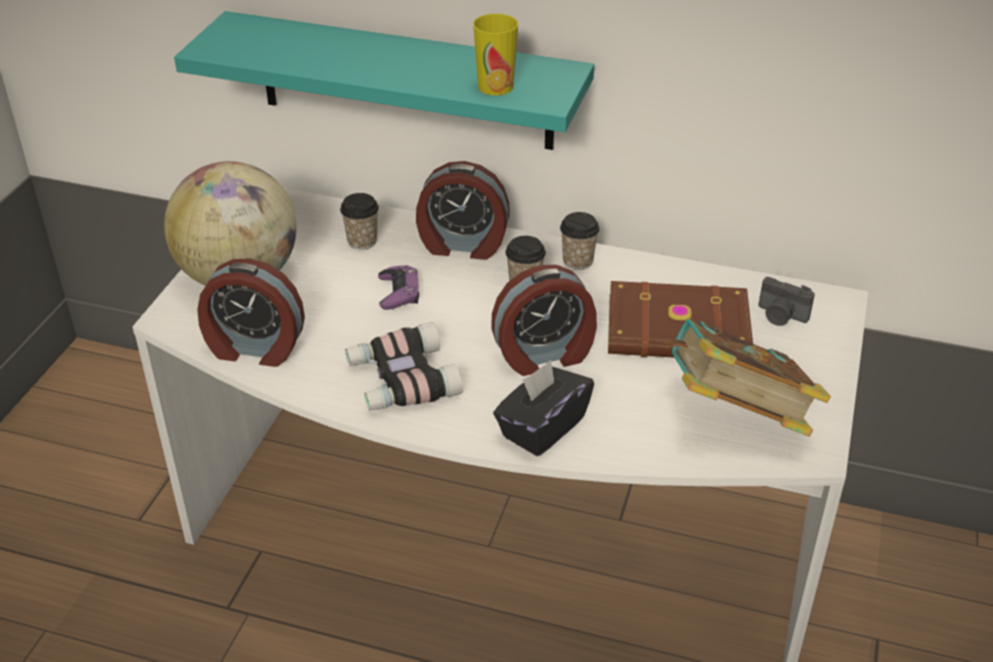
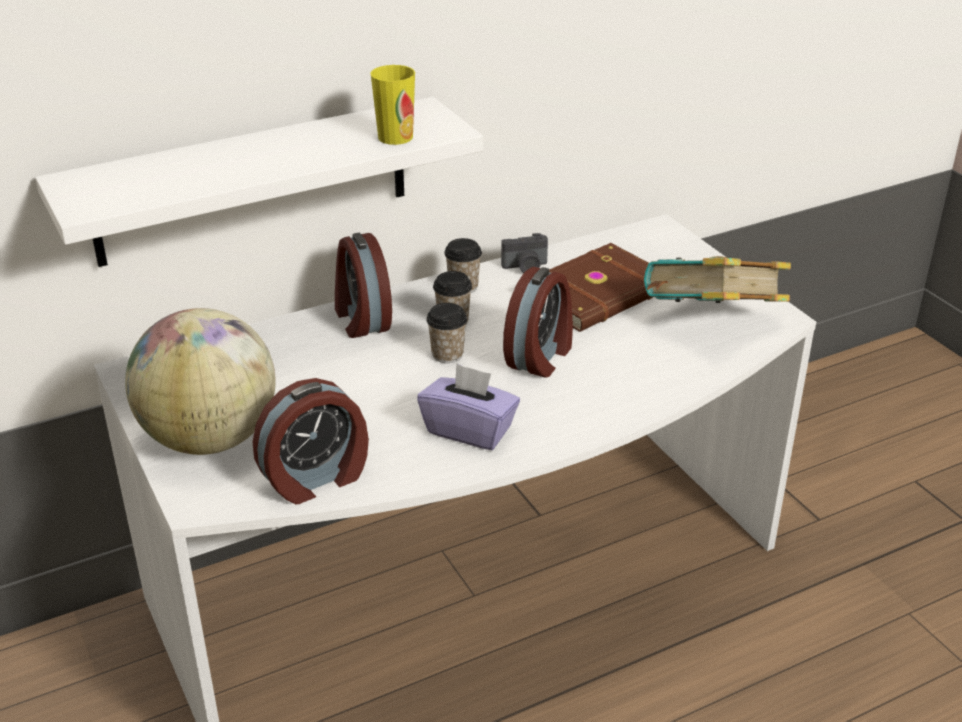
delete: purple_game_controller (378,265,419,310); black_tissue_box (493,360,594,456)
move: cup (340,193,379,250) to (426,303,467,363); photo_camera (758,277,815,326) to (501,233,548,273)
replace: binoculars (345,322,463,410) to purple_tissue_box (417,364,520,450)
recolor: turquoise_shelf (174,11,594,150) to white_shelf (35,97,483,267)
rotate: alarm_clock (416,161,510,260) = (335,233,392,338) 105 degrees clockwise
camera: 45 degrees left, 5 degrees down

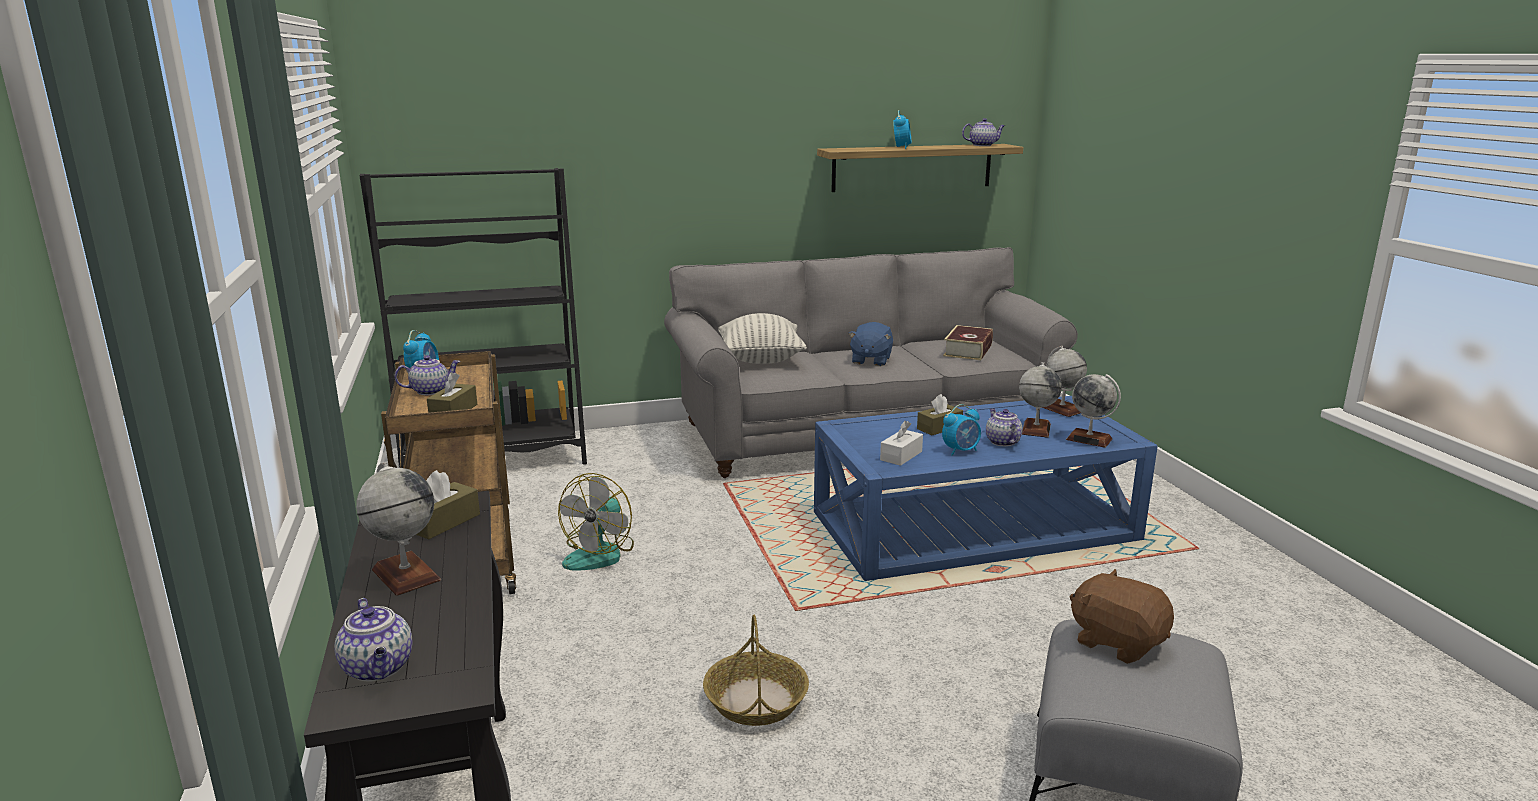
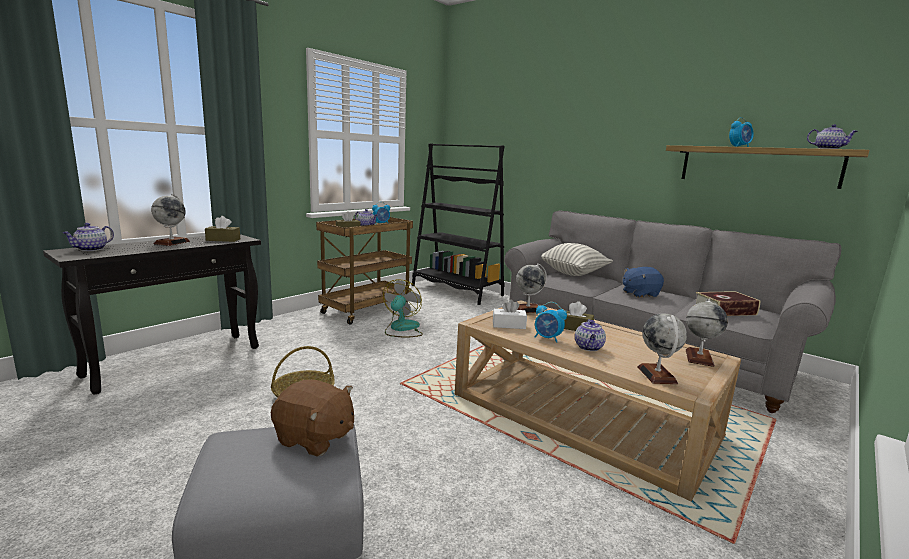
move: globe (1019,362,1062,438) to (516,263,547,313)
recolor: blue_coffee_table (814,396,1158,581) to beige_coffee_table (455,300,741,501)
rotate: teapot (986,408,1023,446) = (575,319,606,351) 150 degrees clockwise; fan (558,473,634,571) = (383,279,423,338) 120 degrees clockwise; brown_plush_toy (1070,569,1174,664) = (271,379,354,457) 105 degrees clockwise
camera: 55 degrees right, 5 degrees down

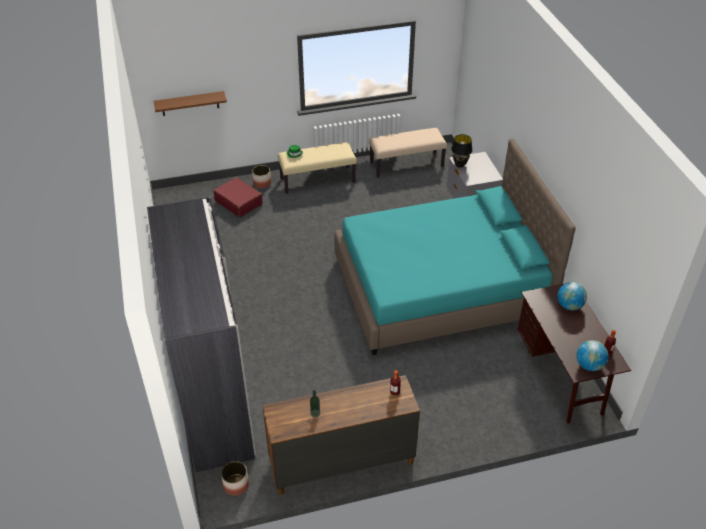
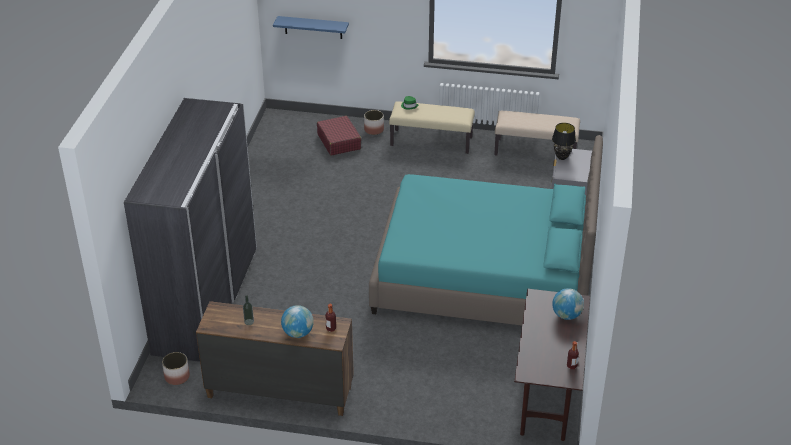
move: globe (577,340,608,371) to (281,305,314,338)
recolor: brown_shelf (153,91,227,116) to blue_shelf (273,16,349,39)
camera: 25 degrees right, 5 degrees down

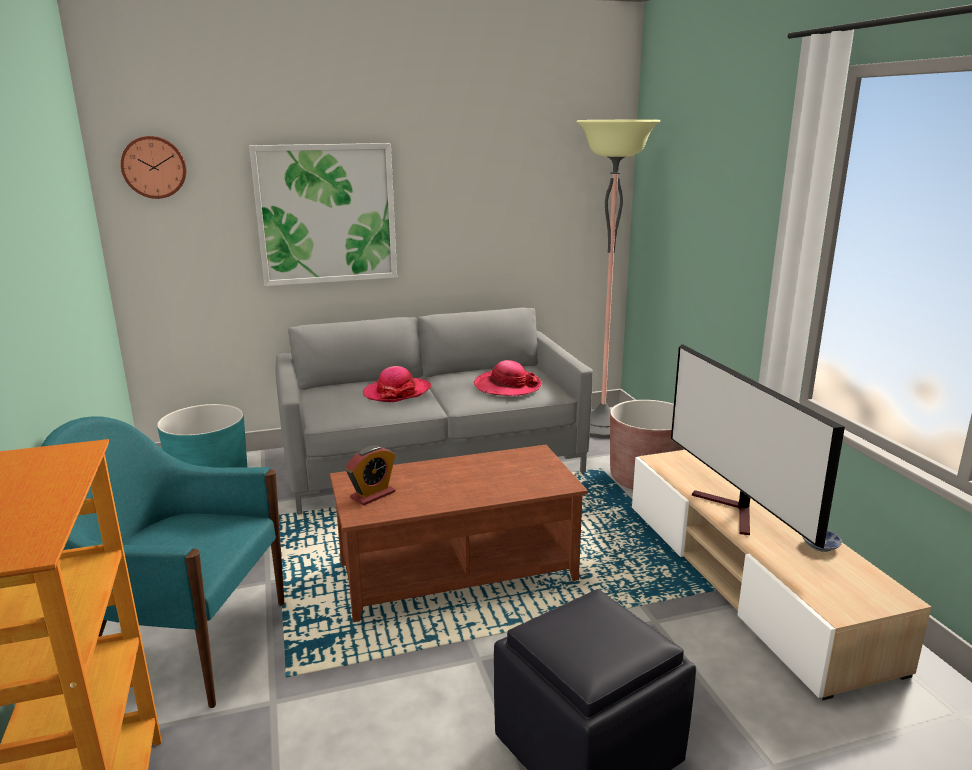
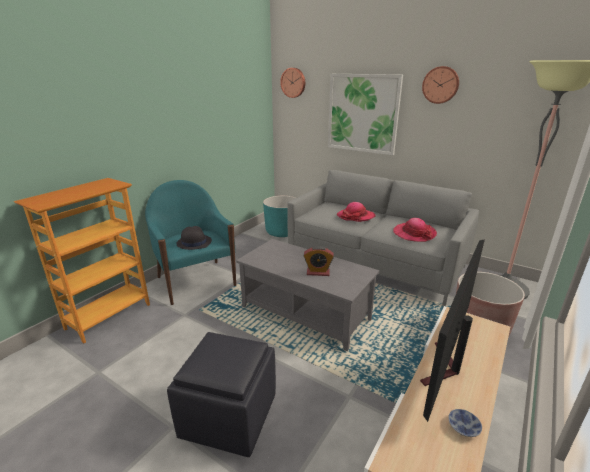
insert: wall_clock (422,66,459,104); black_hat (176,226,212,250)
move: alarm_clock (345,445,396,506) to (304,246,334,276)
recolor: brown_coffee_table (330,445,588,622) to grey_coffee_table (236,239,380,351)
camera: 50 degrees right, 5 degrees up

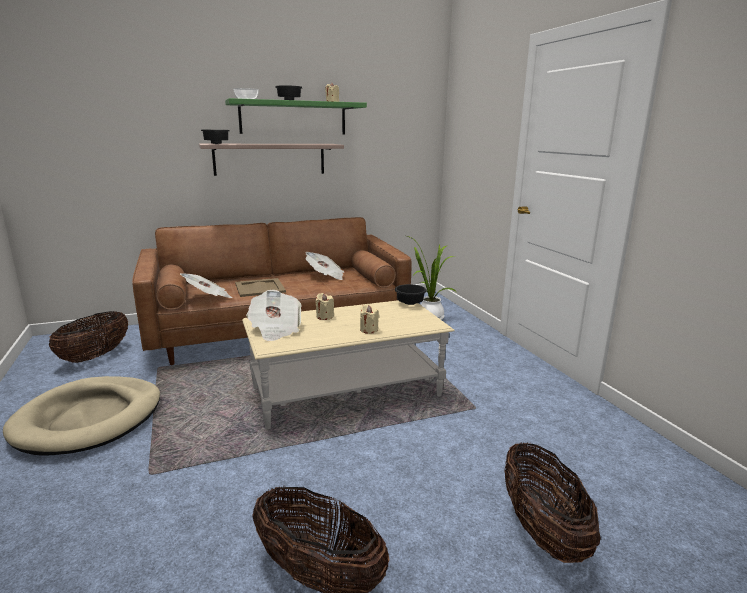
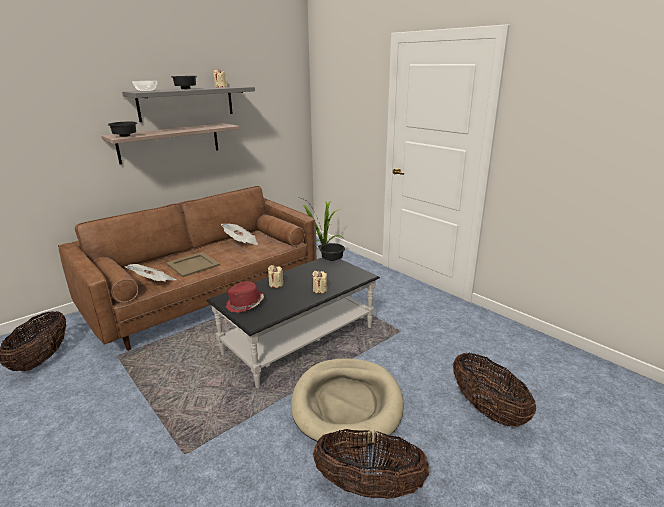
move: beige_dog_bed (3,376,160,456) to (291,358,404,449)
replace: newspaper (246,290,302,341) to red_hat (225,281,264,313)
recolor: green_shelf (225,98,367,135) to grey_shelf (122,86,255,122); beige_coffee_table (242,300,455,430) to black_coffee_table (206,258,380,388)
camera: 20 degrees left, 5 degrees up

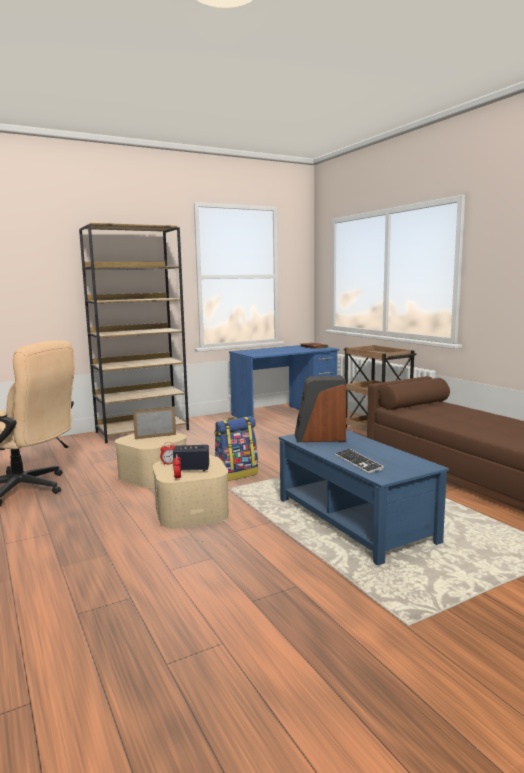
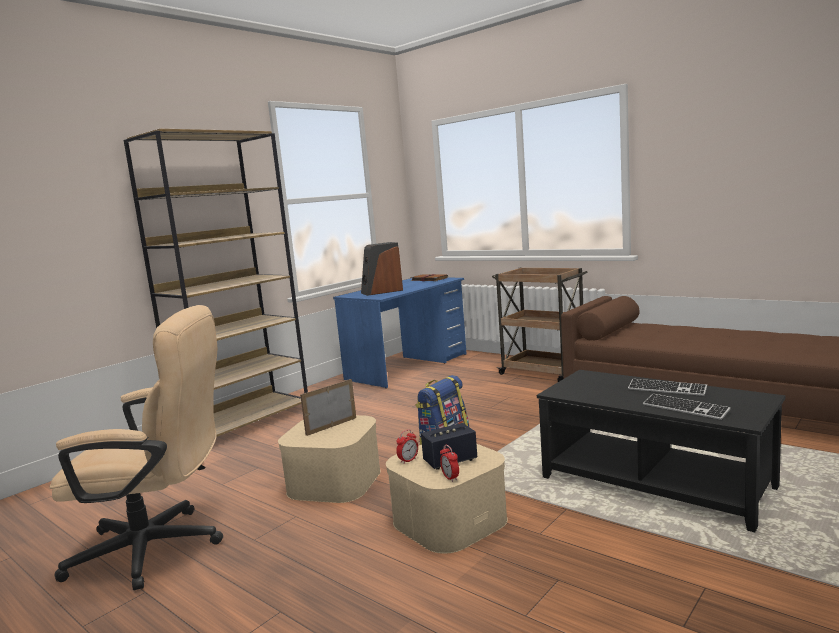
insert: keyboard (628,379,707,396)
move: speaker (295,376,346,442) to (361,242,403,296)
recolor: blue_coffee_table (279,430,449,566) to black_coffee_table (537,370,785,532)
camera: 20 degrees left, 0 degrees up

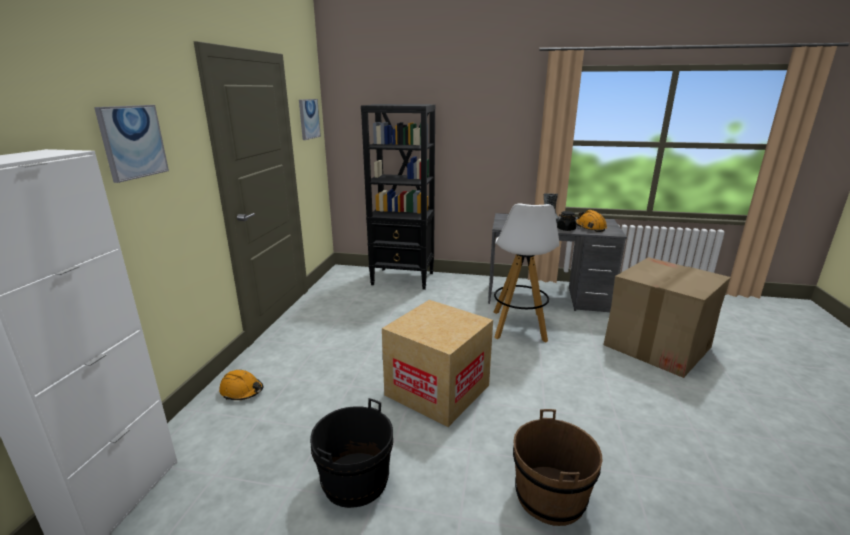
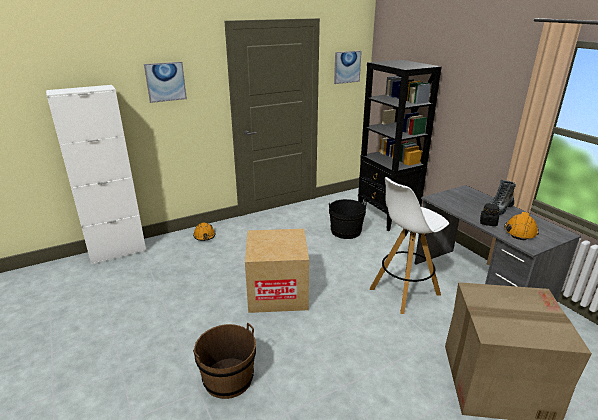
move: black_bucket (310,398,393,508) to (329,199,367,239)
camera: 50 degrees right, 5 degrees up

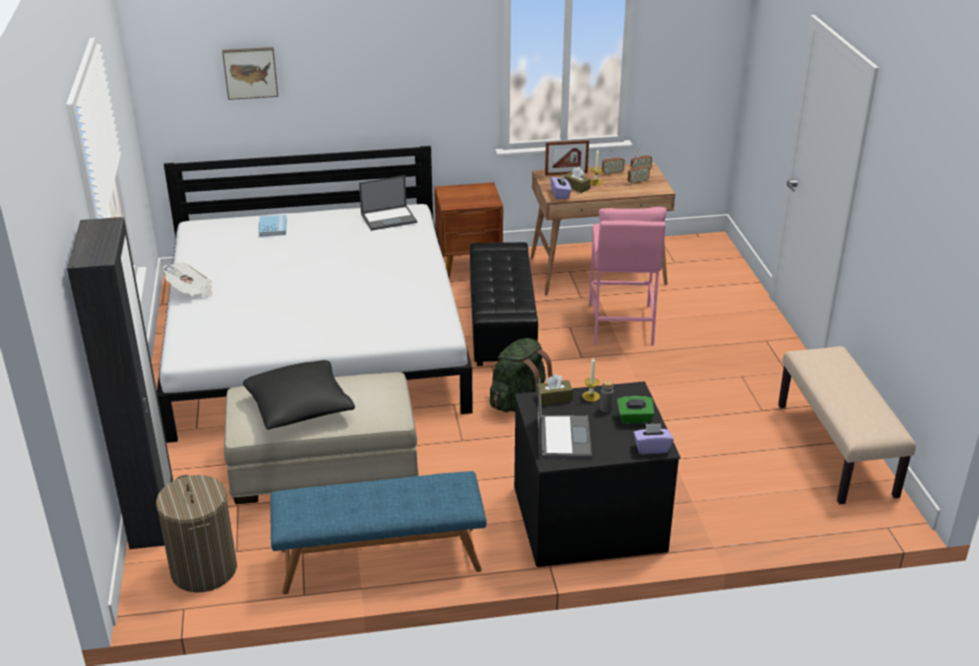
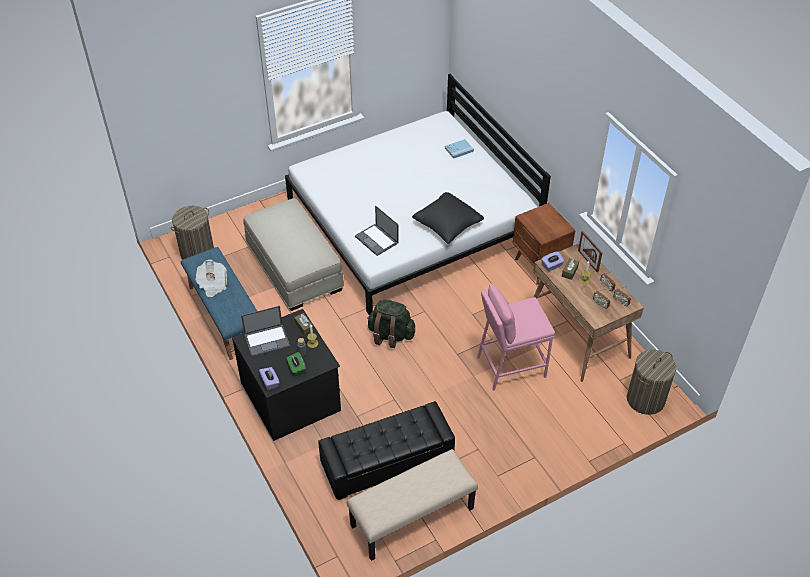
delete: picture (222,47,278,100); black_wardrobe (67,217,173,549)
insert: laundry_basket (627,350,676,415)
move: laptop (359,175,417,231) to (355,205,399,256); black_ottoman (470,242,538,366) to (318,401,455,500); newspaper (163,263,213,297) to (195,260,227,297); black_pillow (243,360,355,430) to (412,192,484,244)
camera: 70 degrees right, 15 degrees up

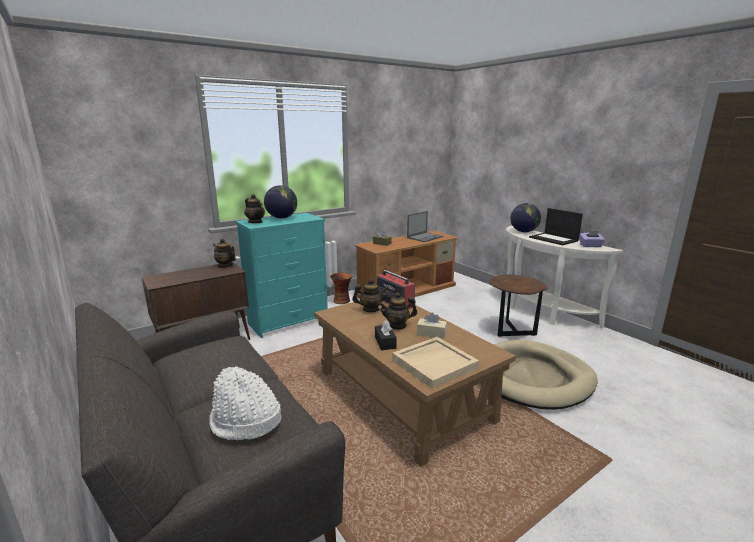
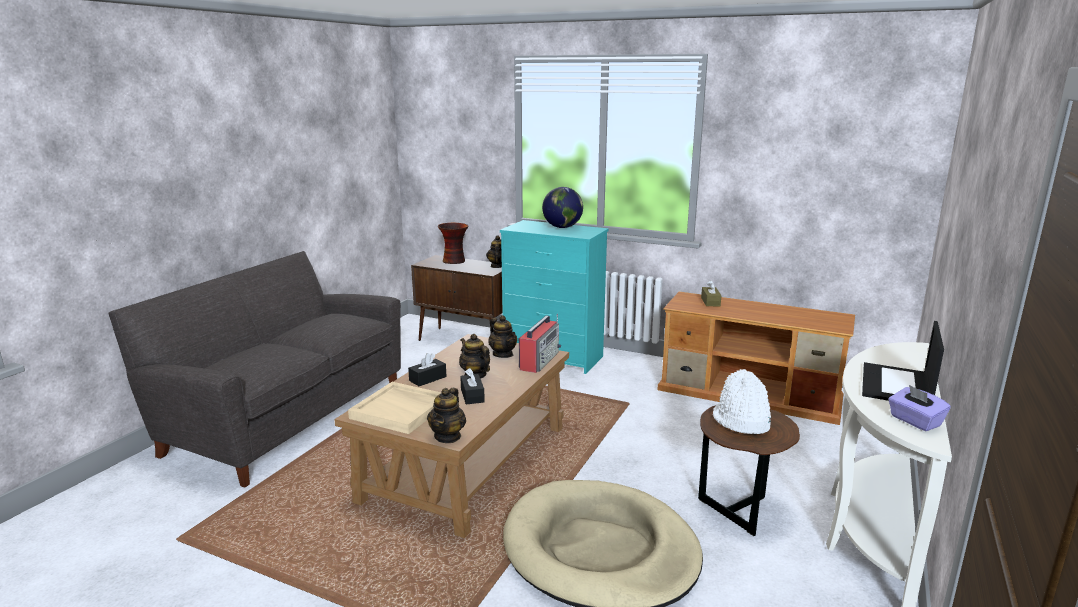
delete: globe (510,203,541,232); laptop (407,211,444,242)
move: teapot (244,194,265,223) to (427,388,466,443); vase (330,273,353,304) to (438,223,469,264); white_hat (209,366,281,441) to (713,369,771,434)
recolor: beige_tissue_box (417,313,447,339) to black_tissue_box (460,368,485,404)
camera: 60 degrees right, 0 degrees up

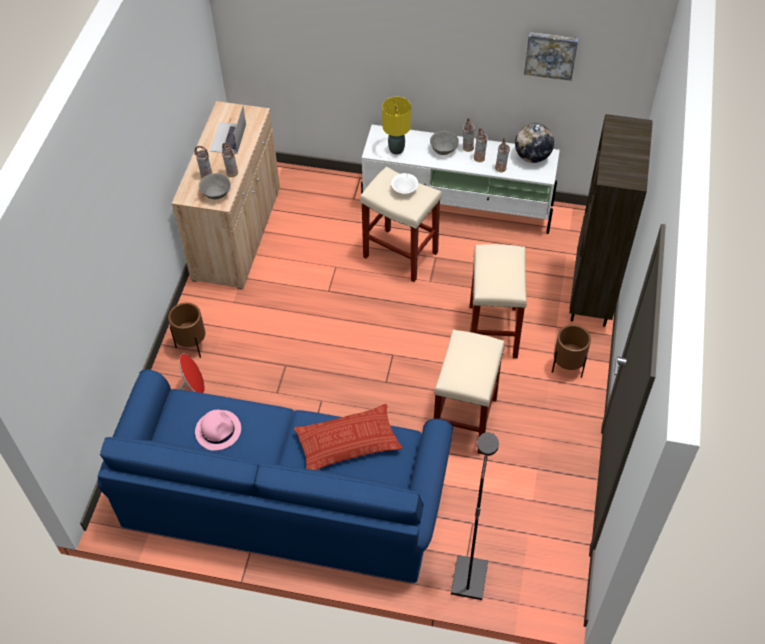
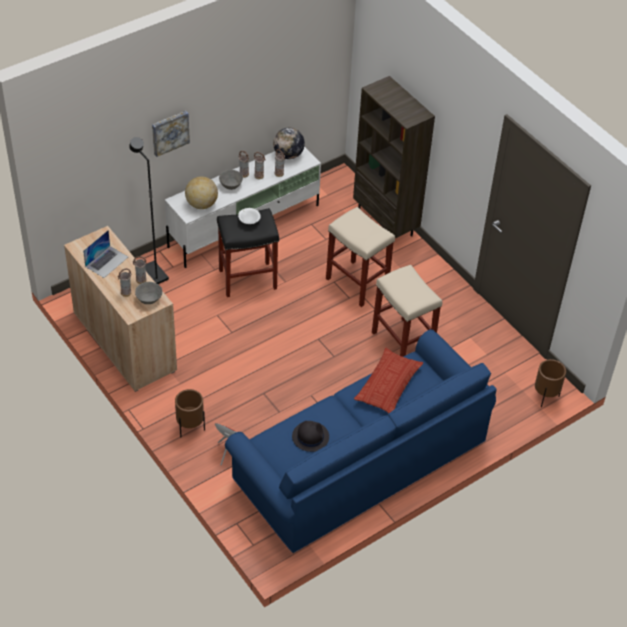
move: picture (524,32,578,81) to (152,111,190,157); brown_planter (552,325,591,378) to (535,359,566,407); black_floor_lamp (451,432,499,600) to (129,137,169,284)
replace: yellow_table_lamp (382,97,411,155) to globe (185,176,218,209)
recolor: beige_stool (360,167,442,282) to black_stool (217,208,279,297); pink_hat (195,410,241,451) to black_hat (292,421,329,452)
rotate: laptop (210,106,246,154) = (83,230,128,278) 105 degrees counterclockwise
camera: 50 degrees left, 5 degrees down

